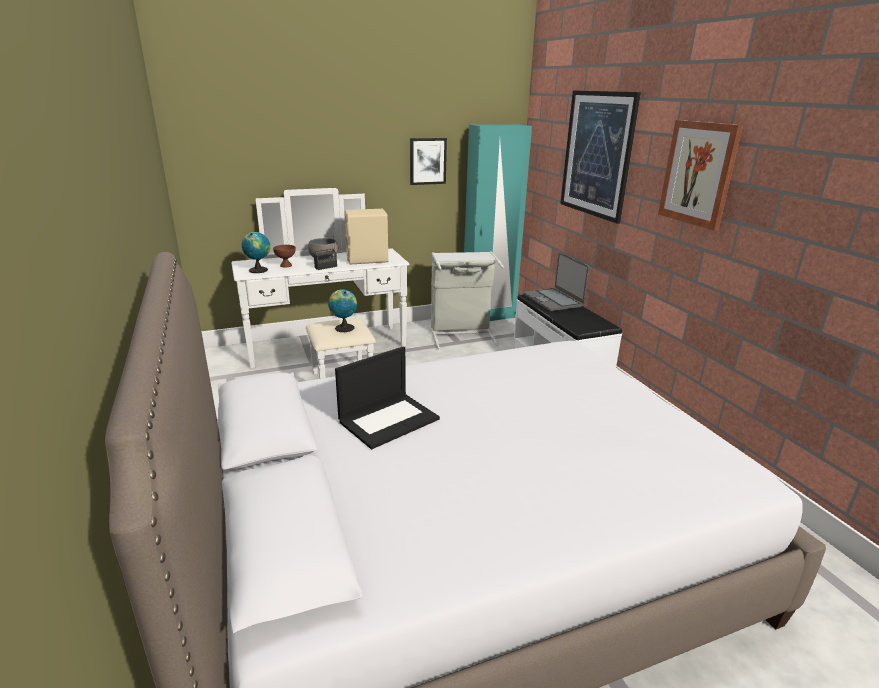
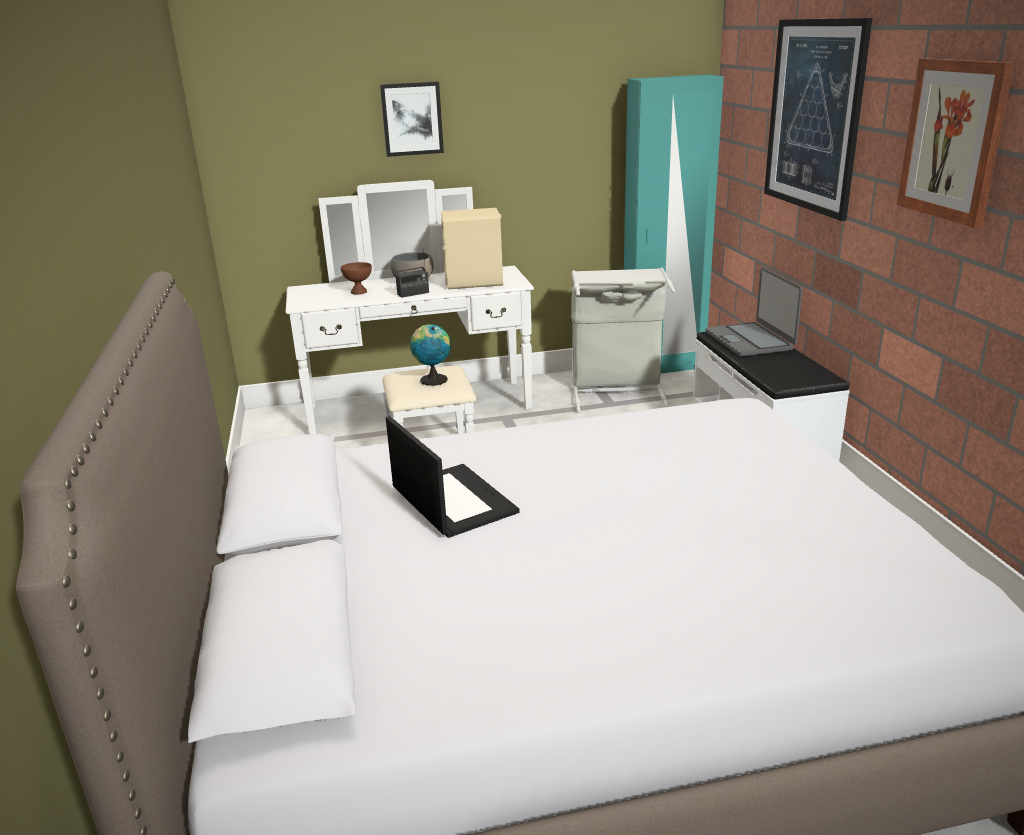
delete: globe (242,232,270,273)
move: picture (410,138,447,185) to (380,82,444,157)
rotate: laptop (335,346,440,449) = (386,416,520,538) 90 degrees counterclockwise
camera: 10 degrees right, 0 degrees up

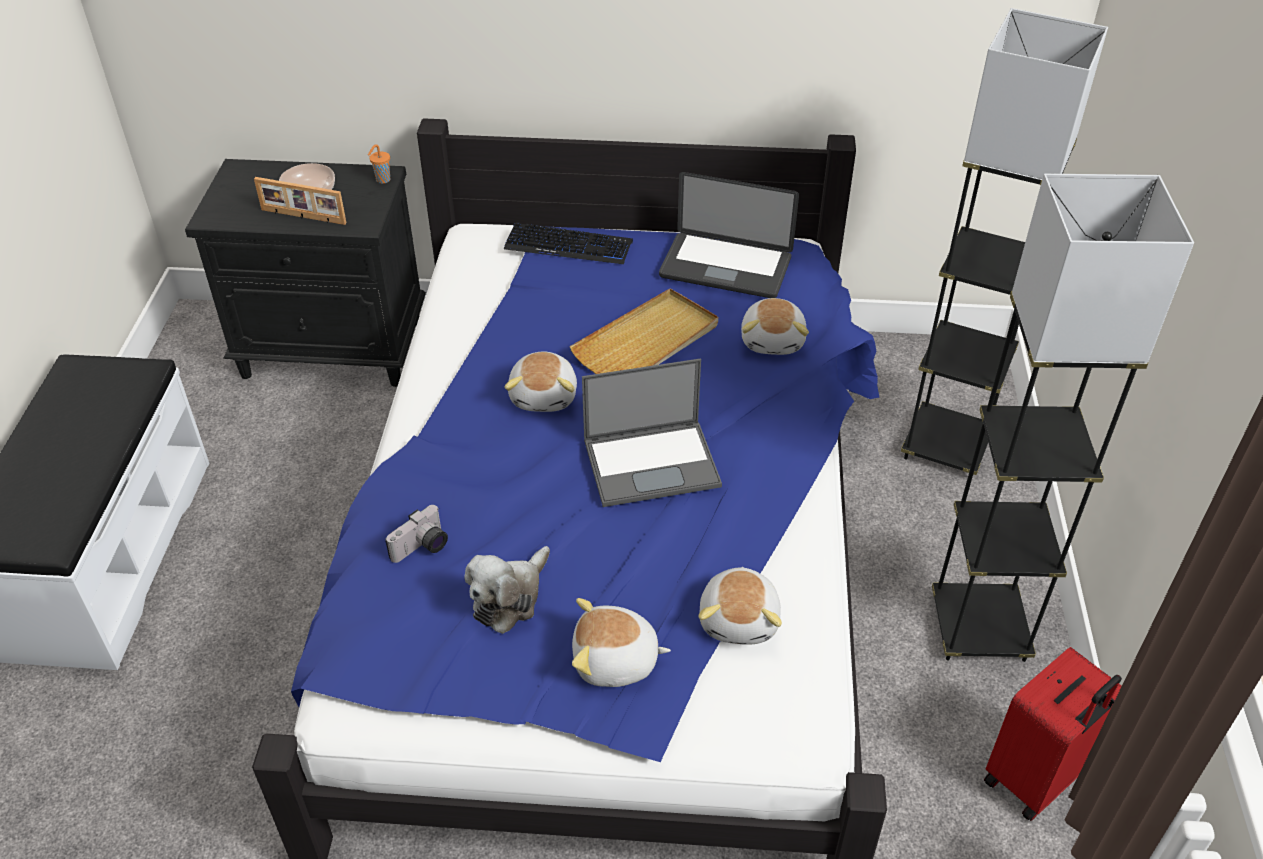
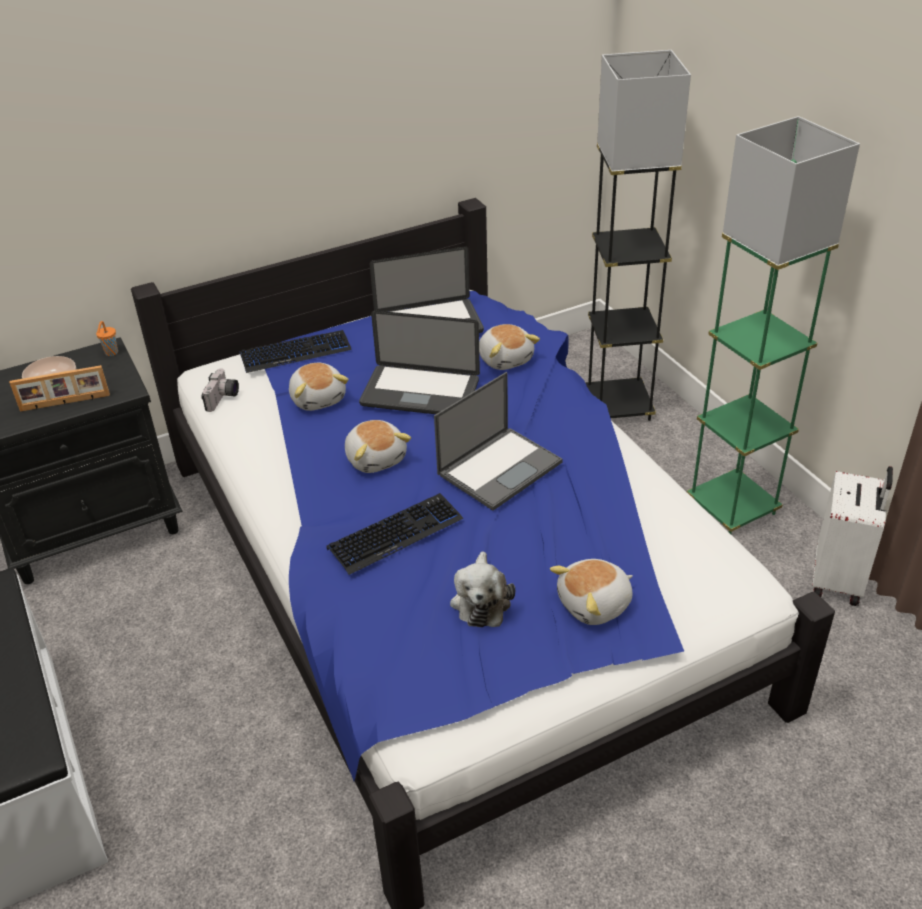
insert: keyboard (326,493,463,575)
move: photo_camera (385,505,448,563) to (202,369,239,412); plush_toy (699,567,782,645) to (289,363,349,411)
replace: beige_tray (570,289,718,374) to laptop (359,310,480,414)
recolor: black_floor_lamp (932,173,1194,662) to green_floor_lamp (687,116,860,534); red_suitcase (984,647,1122,821) to white_suitcase (812,466,893,606)
camera: 30 degrees left, 5 degrees down

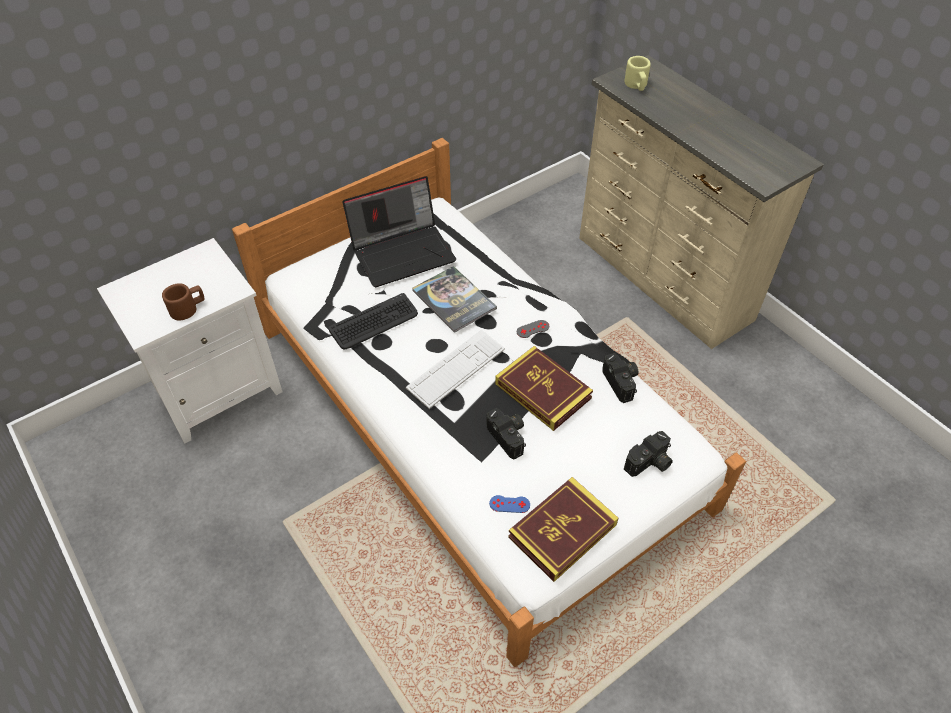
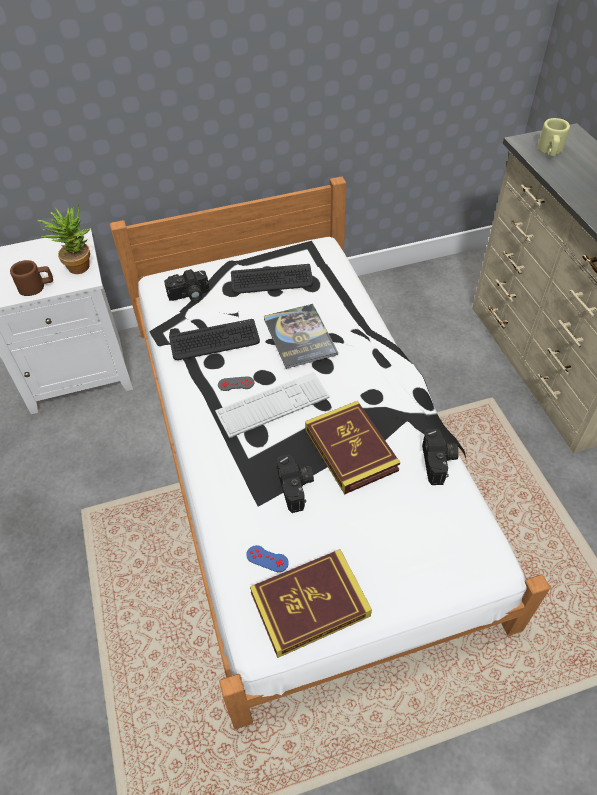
insert: potted_plant (37,204,90,274)
move: grey_game_controller (517,320,549,338) to (218,376,254,391); photo_camera (624,431,673,477) to (164,269,210,301)
replace: laptop (343,176,456,287) to keyboard (231,264,313,294)
camera: 20 degrees right, 0 degrees up

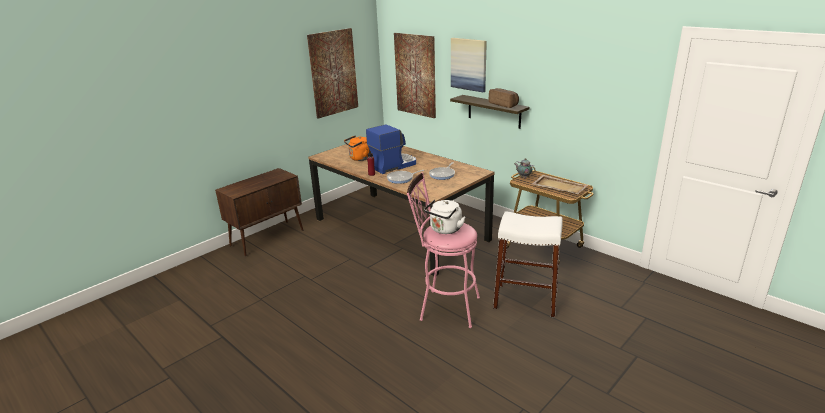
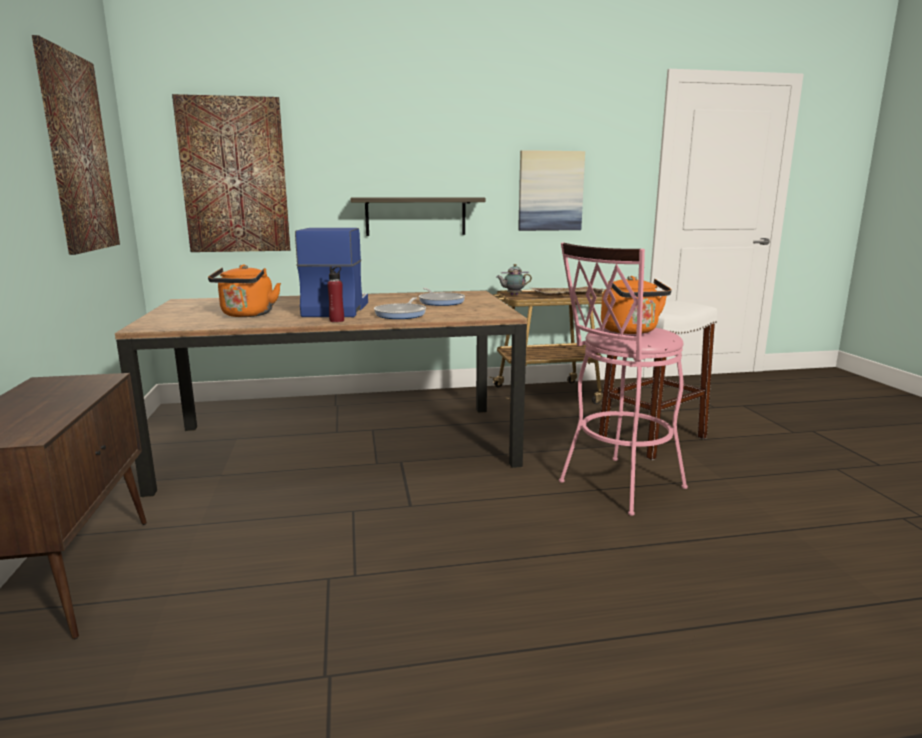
delete: bread (489,88,519,108)
move: picture (451,38,487,92) to (518,150,585,231)
recolor: white_kettle (424,200,465,234) to orange_kettle (601,276,672,334)
camera: 55 degrees left, 10 degrees down

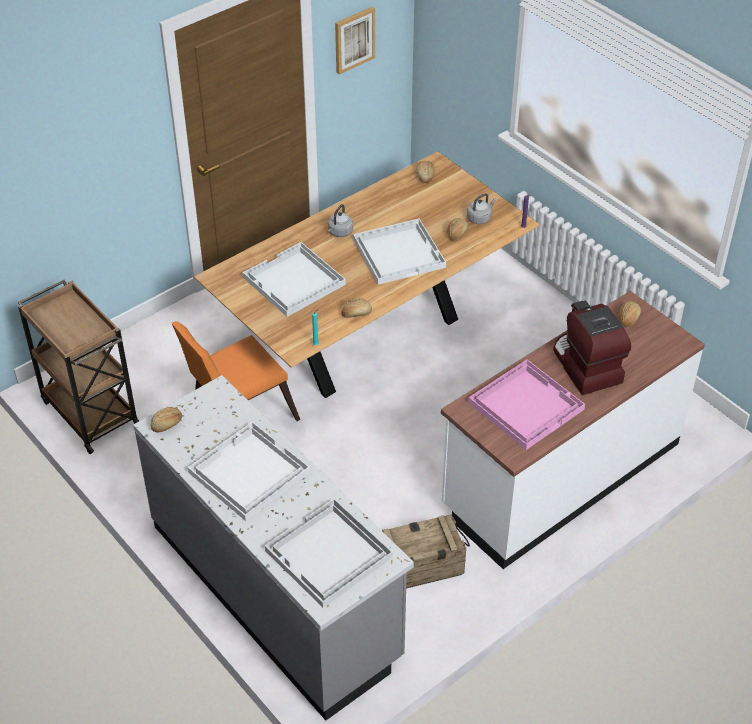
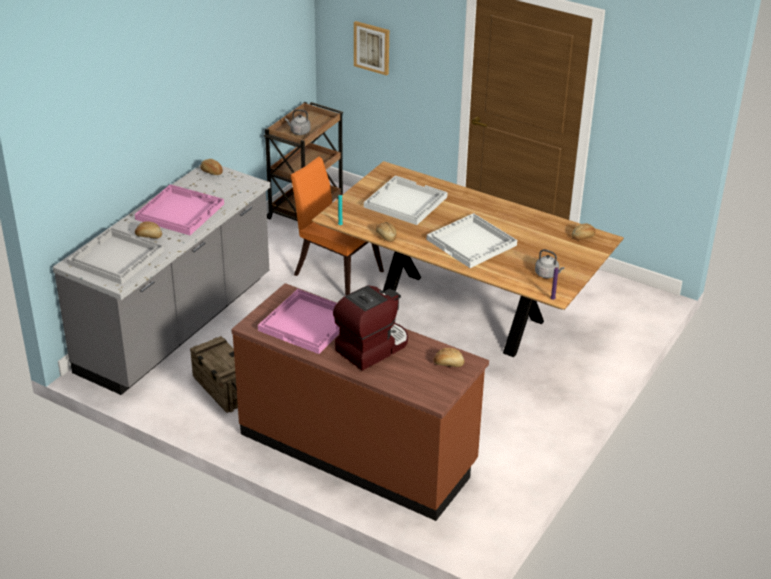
move: picture (335,7,375,74) to (354,21,389,76); grey_kettle (328,204,353,237) to (285,109,310,135); bread (447,218,468,242) to (135,221,162,239)
recolor: white_counter (441,291,705,569) to brown_counter (231,283,489,521); white_tray (188,422,310,521) to pink_tray (135,184,224,235)
camera: 70 degrees right, 10 degrees down

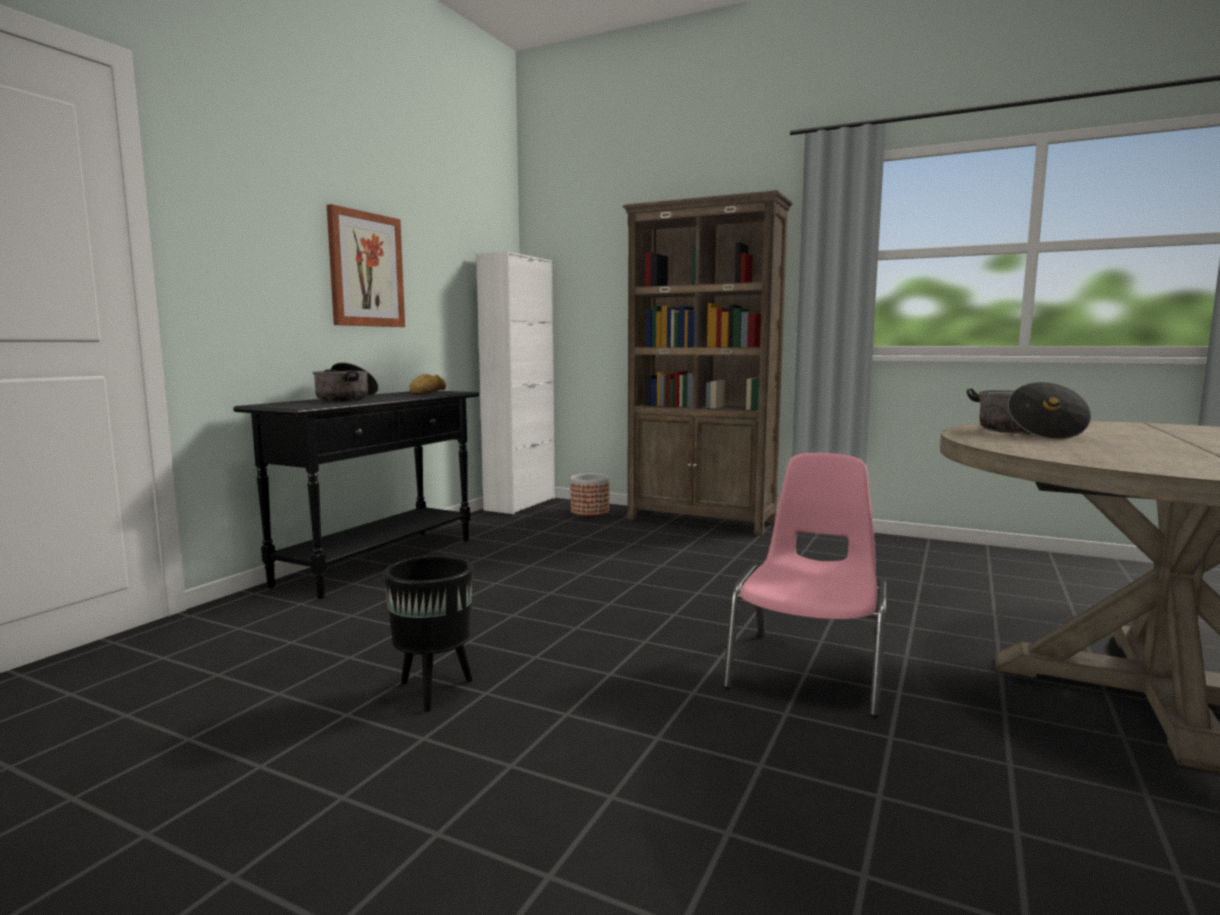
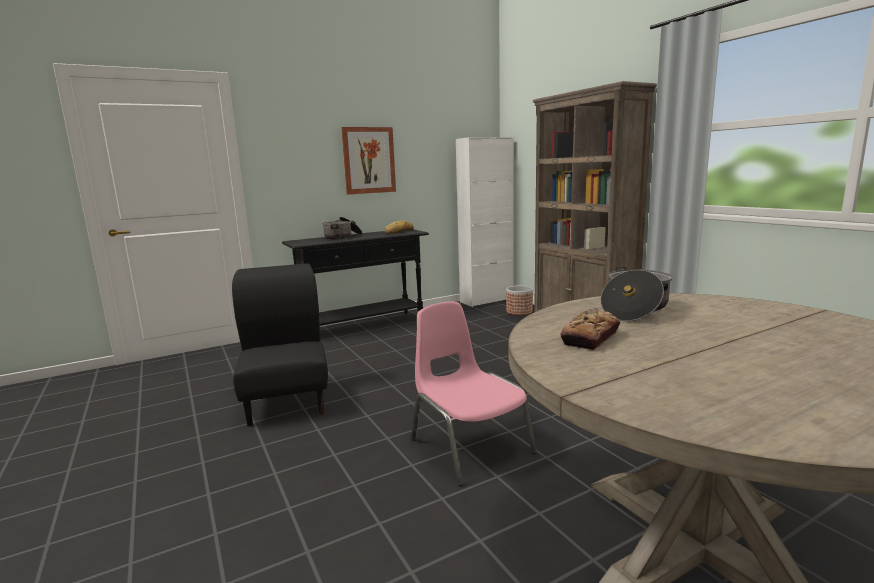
insert: bread (561,308,620,350)
replace: black_planter (383,555,473,712) to black_chair (232,263,328,426)
rotate: pink_chair (723,453,887,717) = (411,302,537,486) 90 degrees counterclockwise
camera: 35 degrees right, 5 degrees up

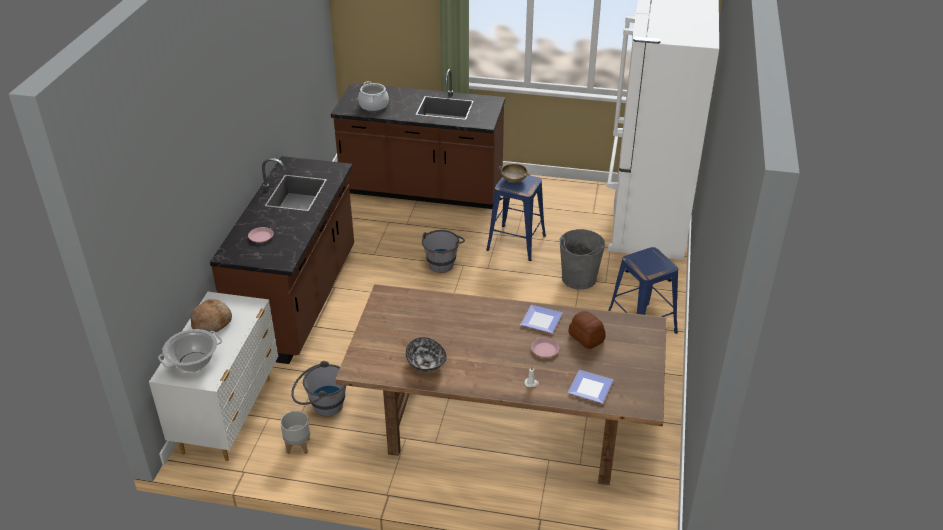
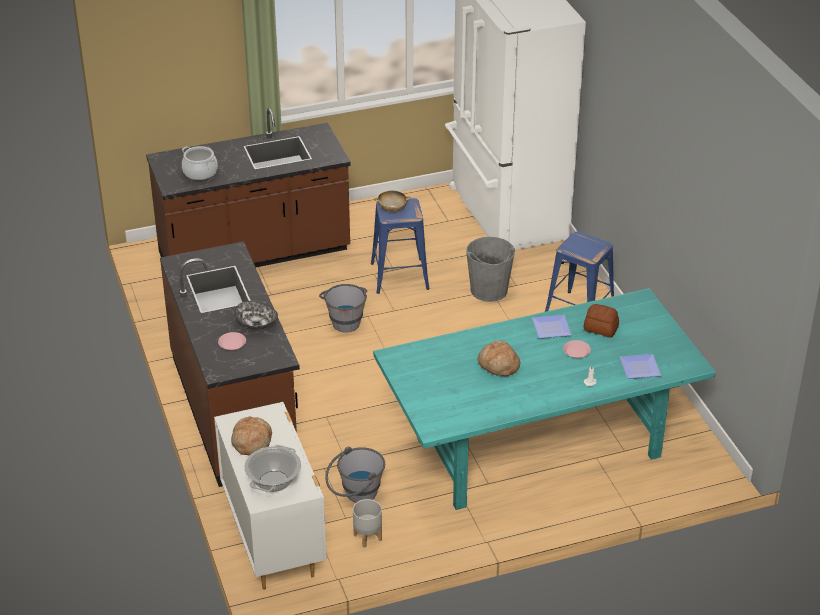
insert: bread (477,341,520,376)
move: bowl (406,337,447,372) to (235,301,278,330)
recolor: brown_dining_table (335,284,667,485) to turquoise_dining_table (373,288,716,510)
camera: 30 degrees left, 0 degrees up

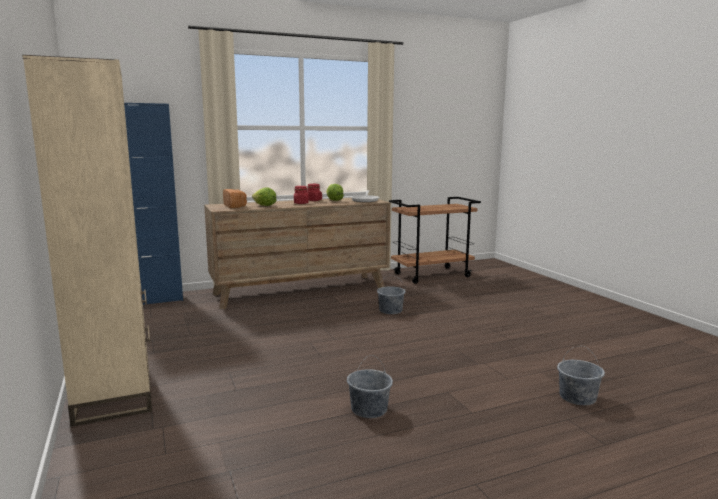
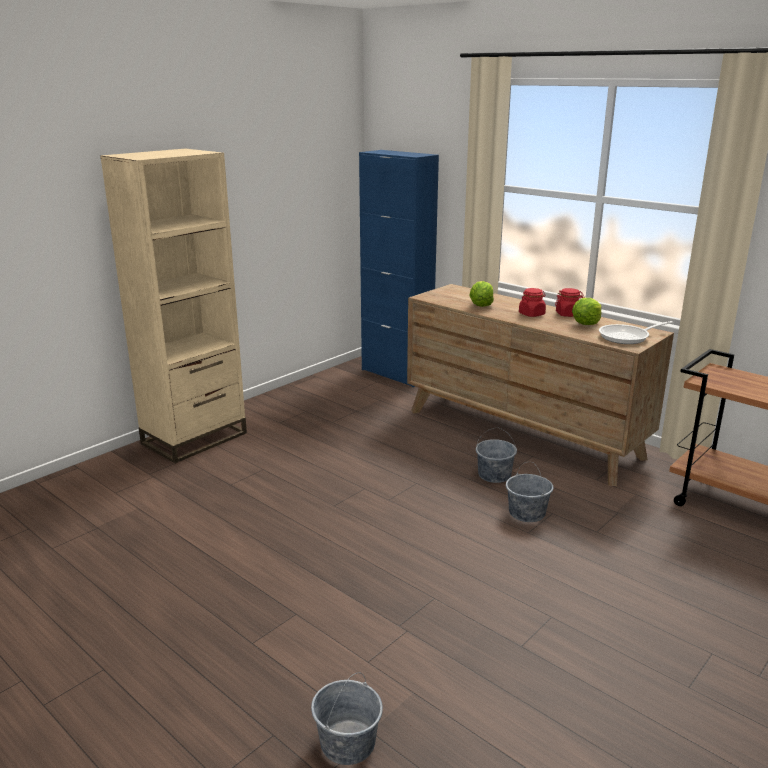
delete: bread (223,189,247,208)
move: grey_bucket (347,355,393,418) to (476,427,517,483)
camera: 65 degrees right, 10 degrees up

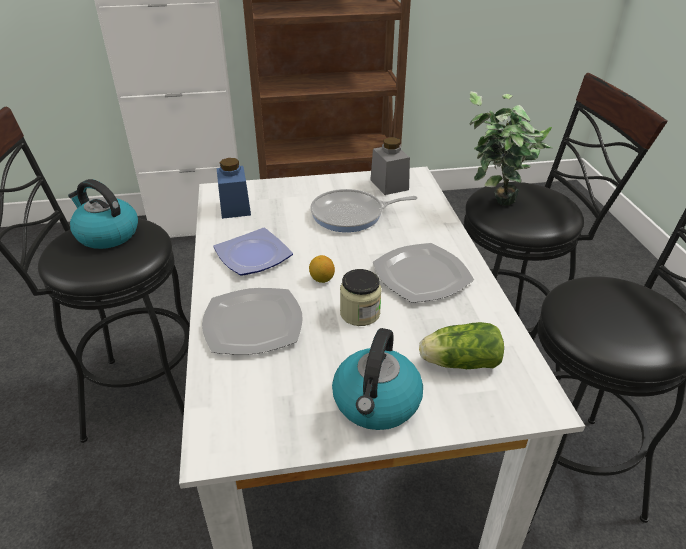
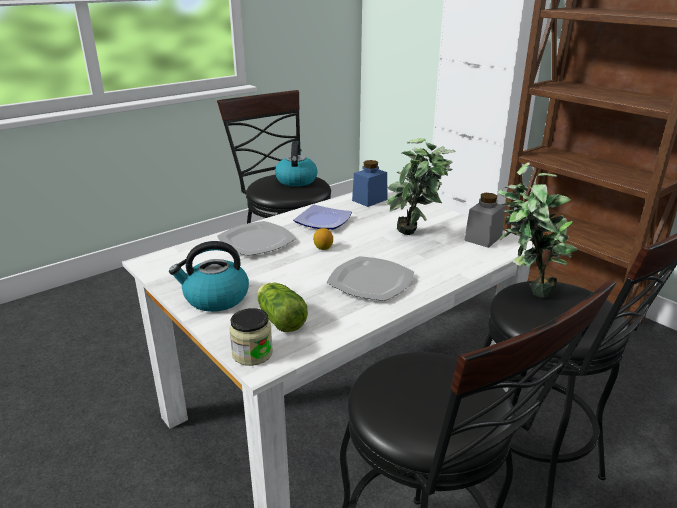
move: jar (340,269,382,326) to (229,308,273,366)
replace: frying_pan (310,189,417,232) to potted_plant (385,138,456,235)
camera: 60 degrees right, 10 degrees down

